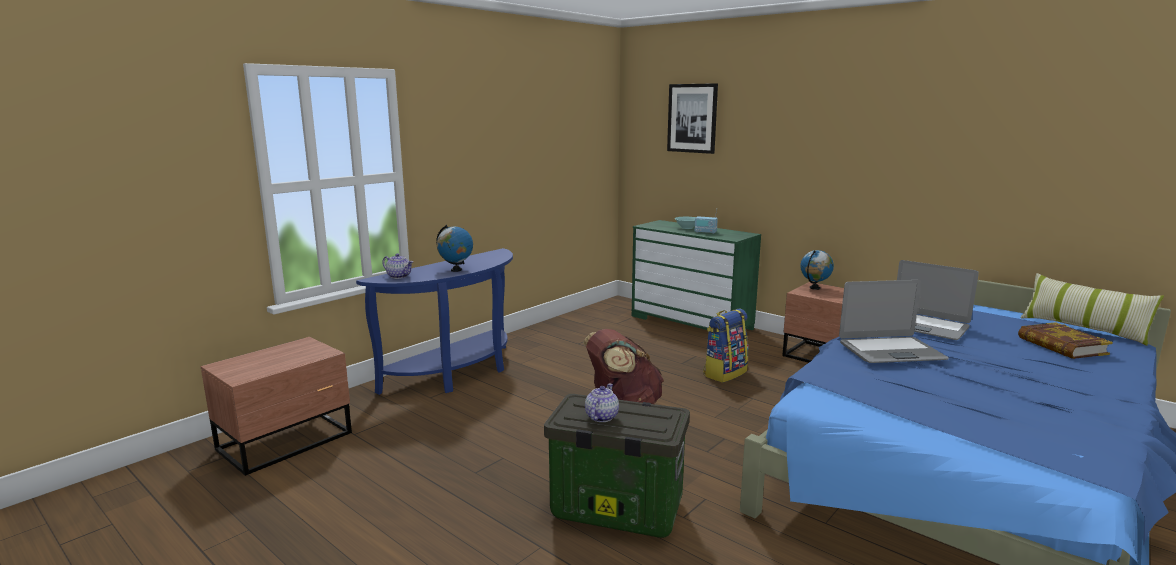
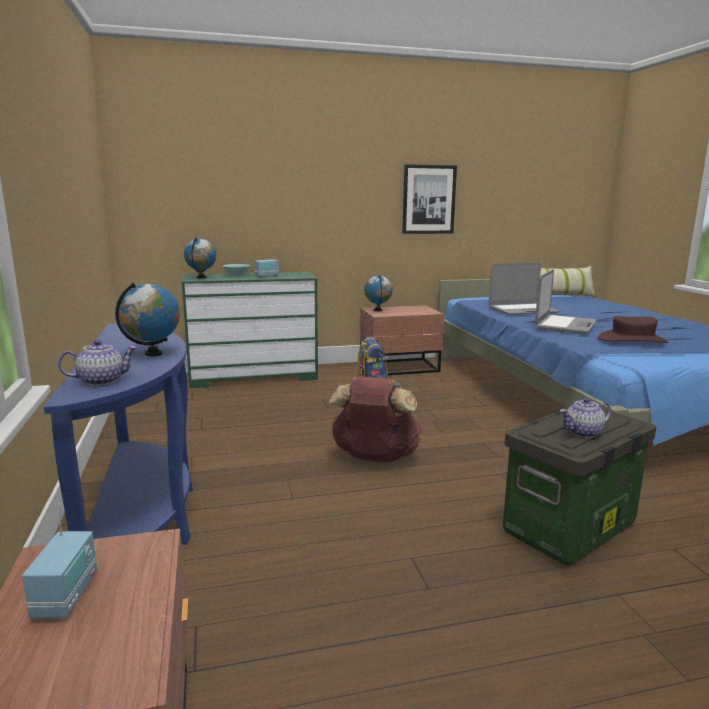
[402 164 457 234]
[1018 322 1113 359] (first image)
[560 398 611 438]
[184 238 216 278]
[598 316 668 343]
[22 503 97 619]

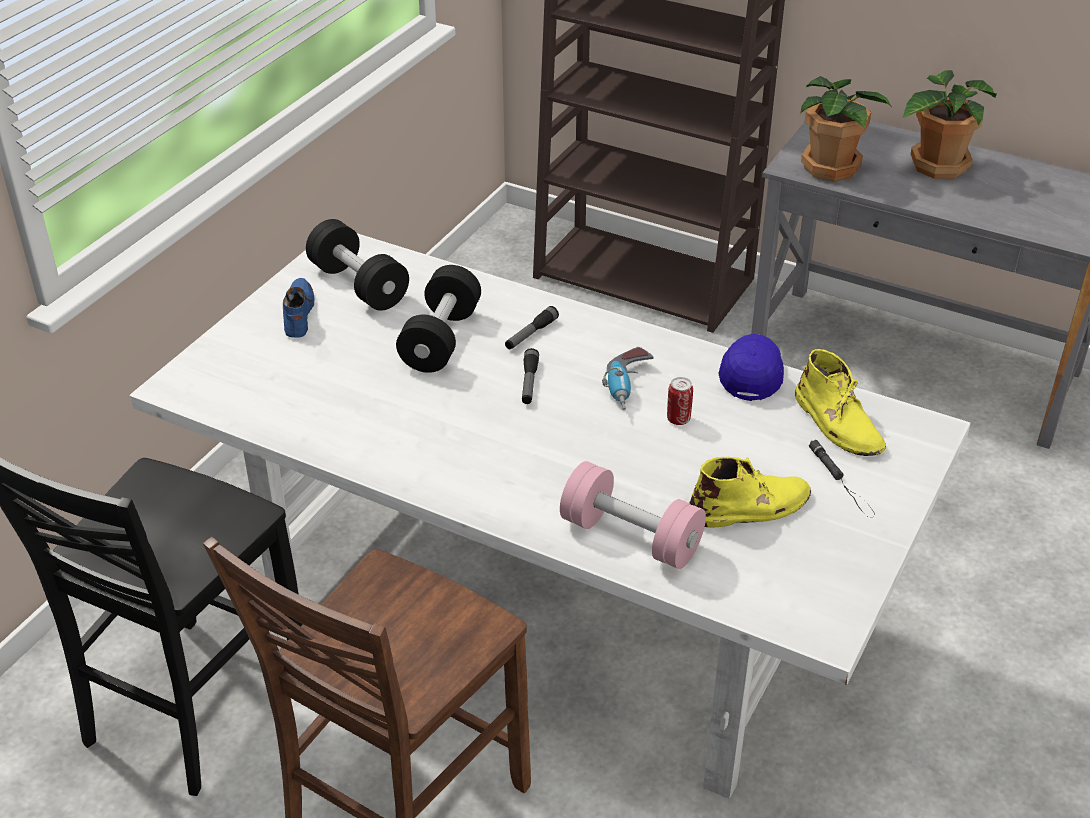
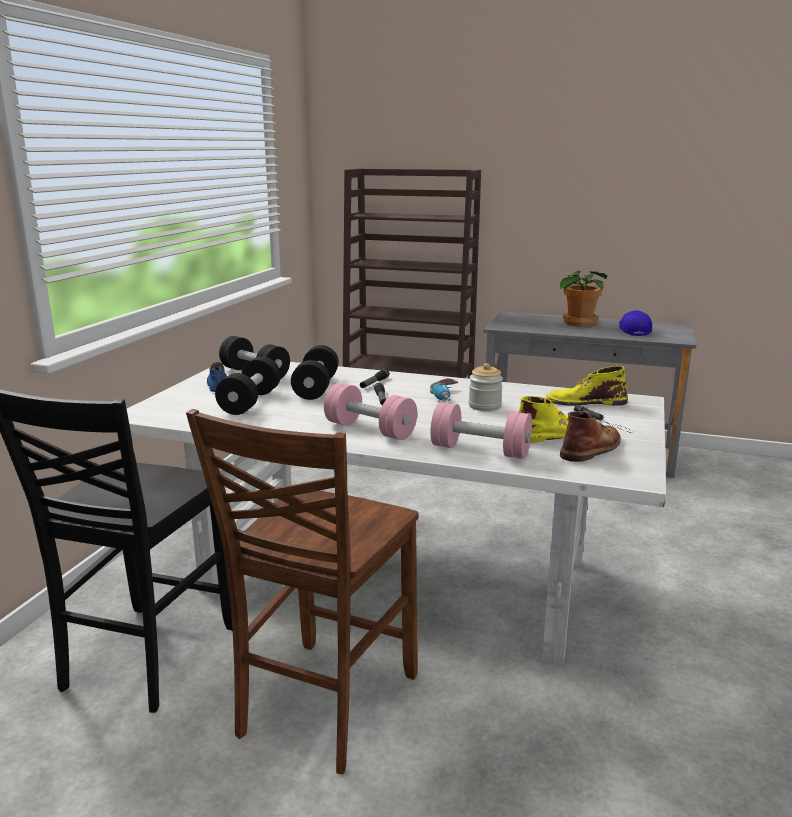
[800 76 892 182] (first image)
[619 310 652 336]
[546 366 628 406]
[469 363 503 411]
[215 356 281 415]
[324 383 417 440]
[560 411 621 462]

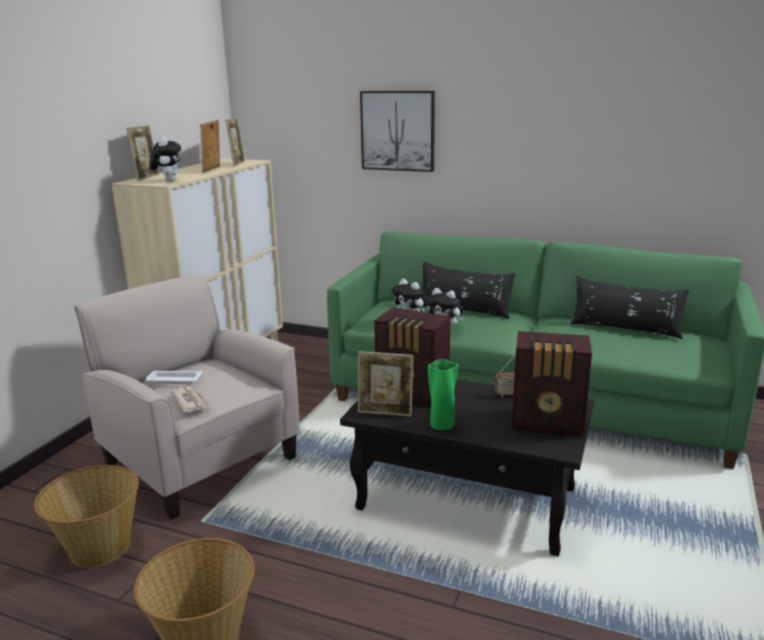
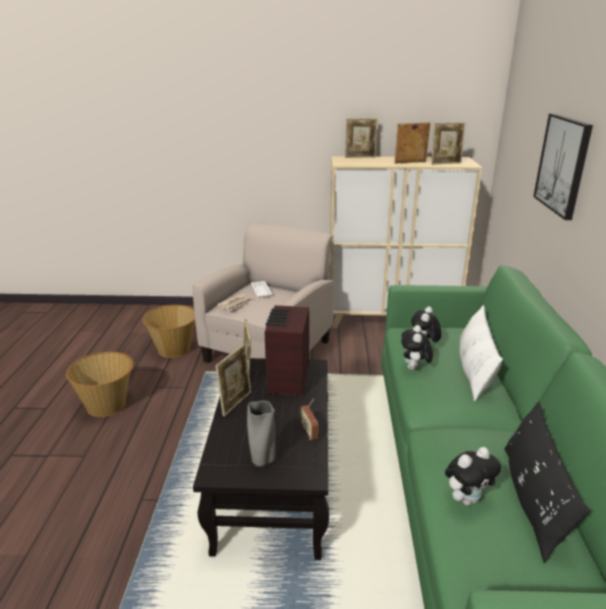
[445 447 501 505]
[460 305 503 401]
[247 401 276 467]
[215 344 251 416]

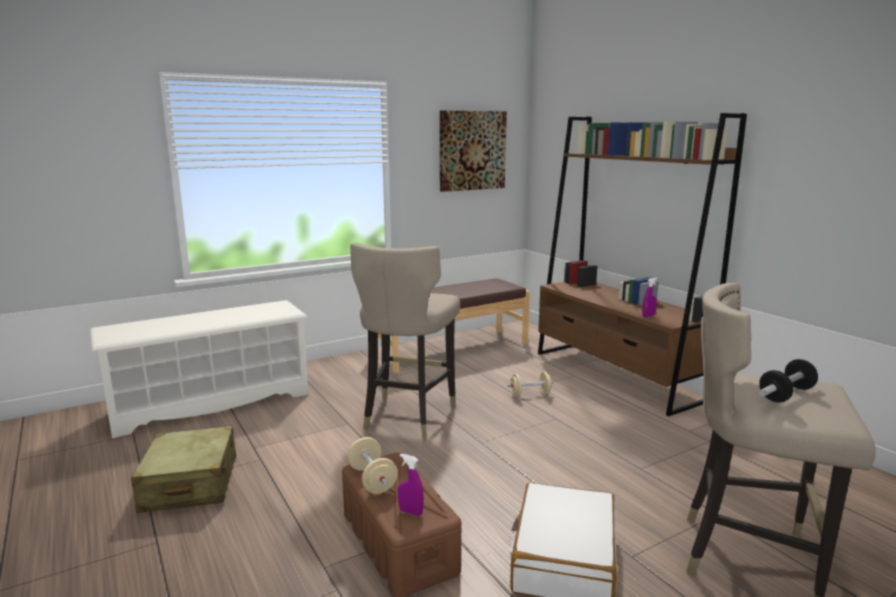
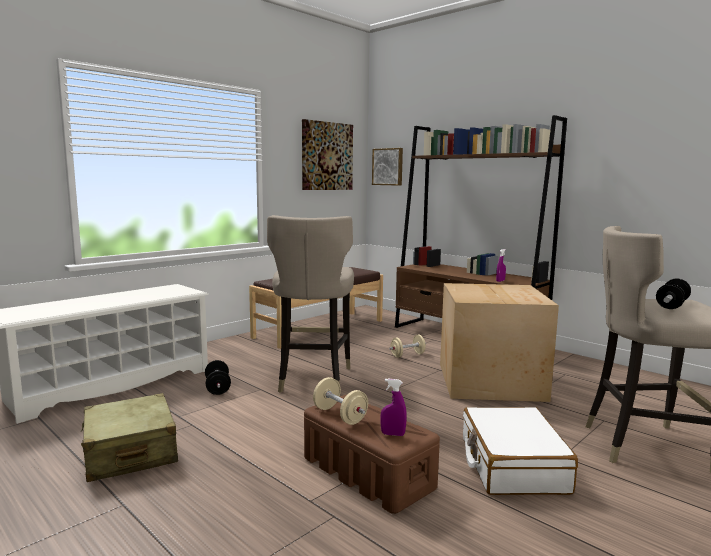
[372 148 403 186]
[440 283 559 402]
[205 360 231 395]

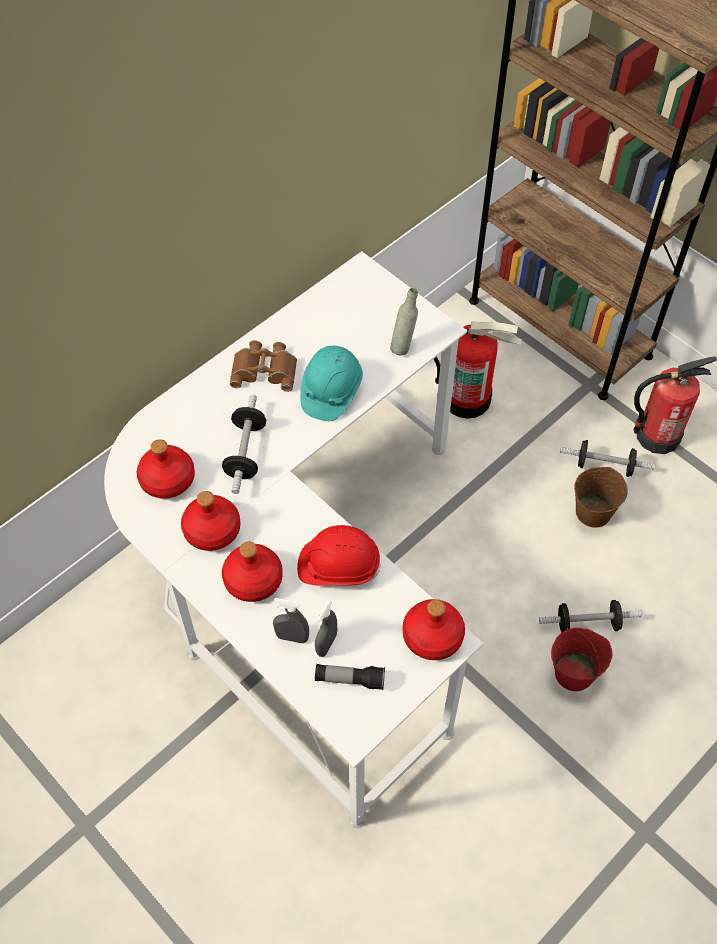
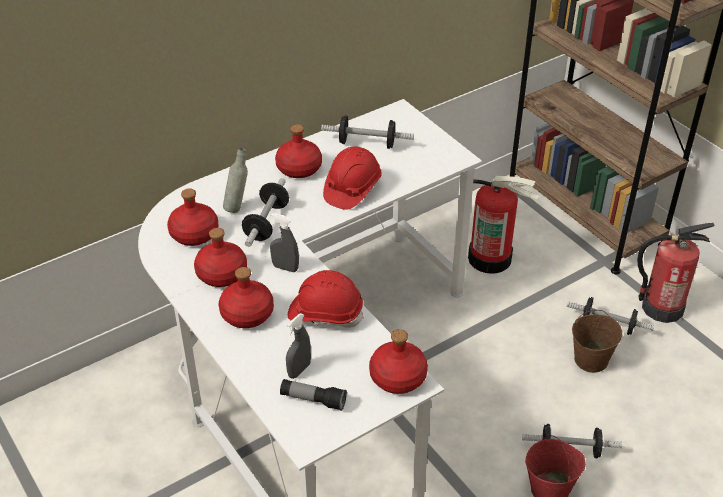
[223 148 248 213]
[275 124 322 178]
[323 146 382 210]
[270 213 299 272]
[321 116 414 149]

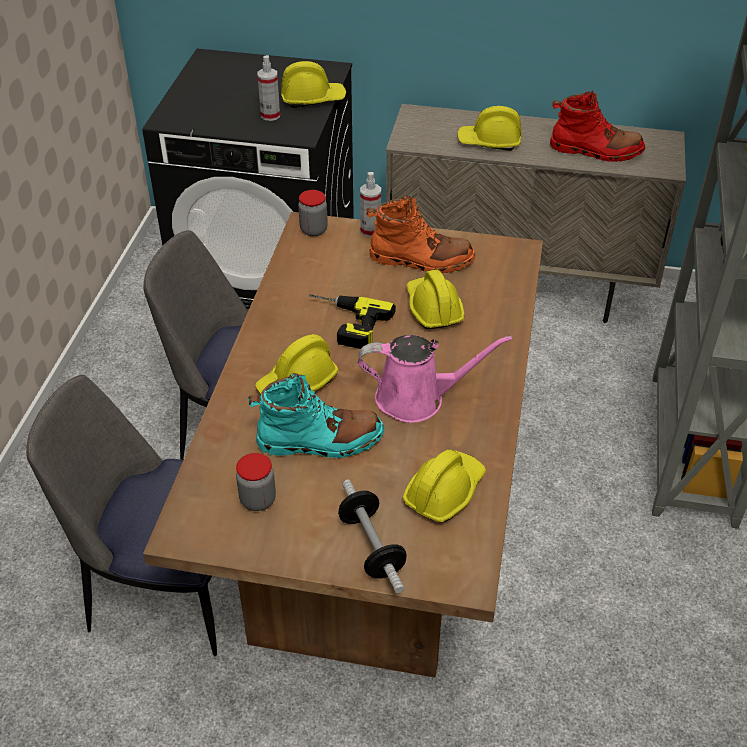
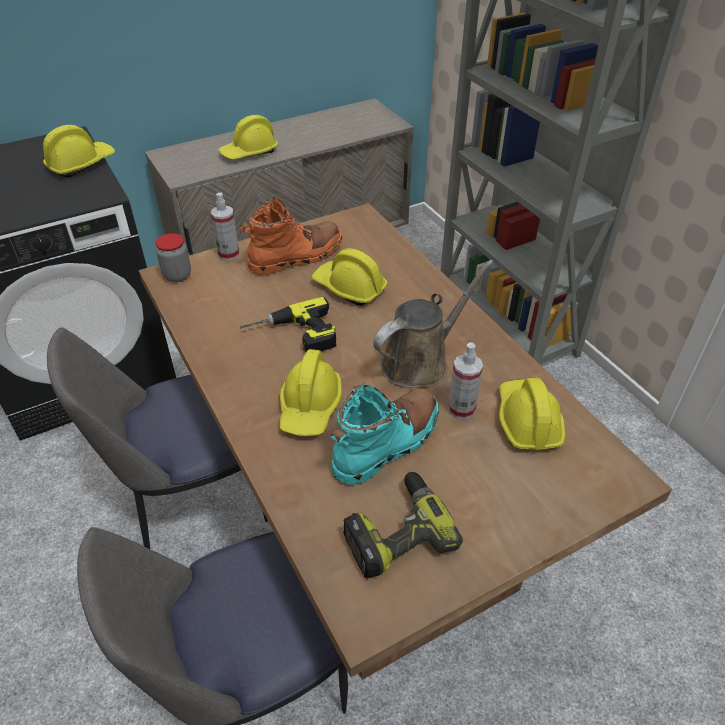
[448 342 483 419]
[550 91 645 162] (first image)
[373 260 494 388]
[343 472 463 578]
[338 480 407 593] (first image)

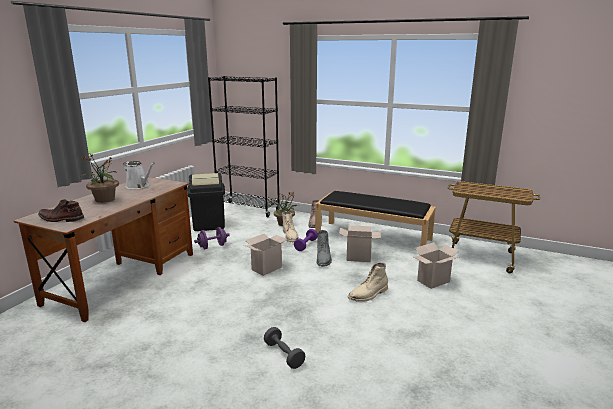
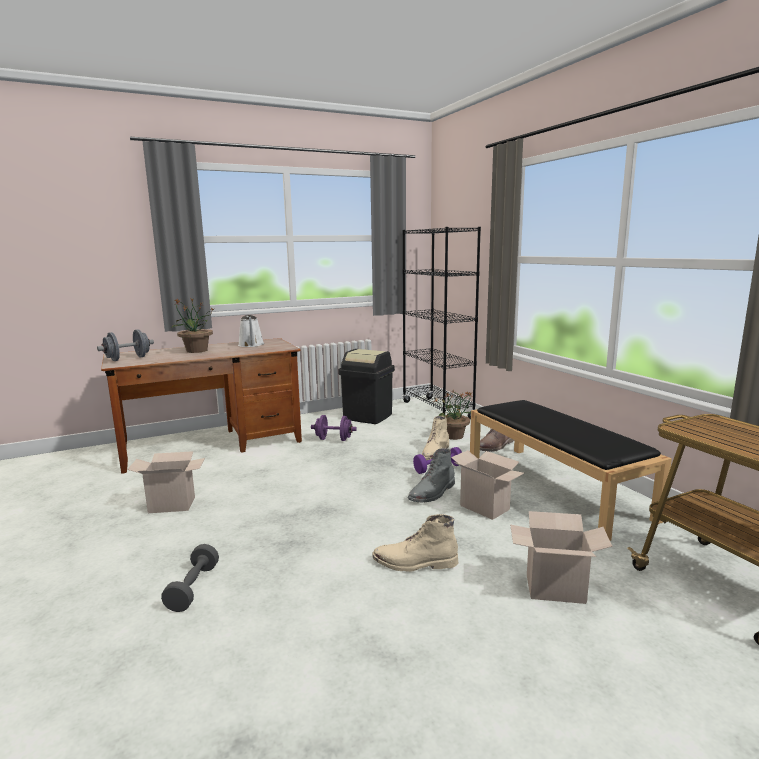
[97 329 154 361]
[127 451 205 513]

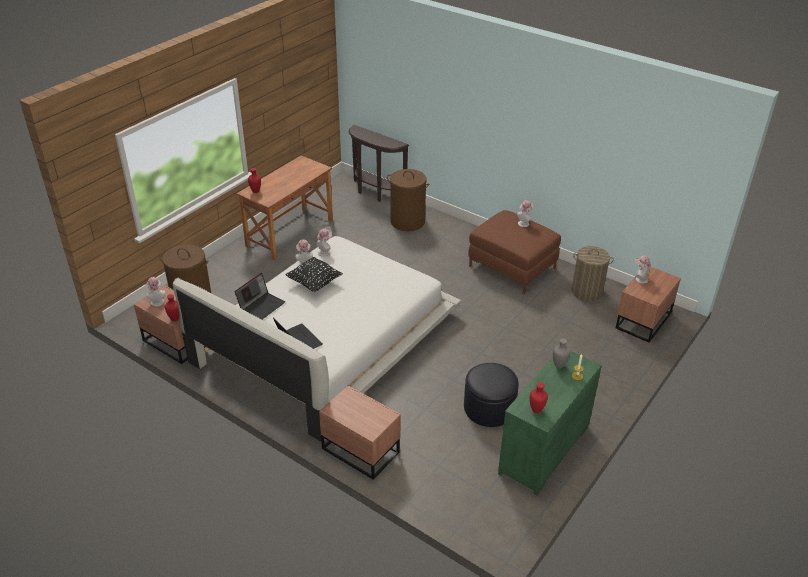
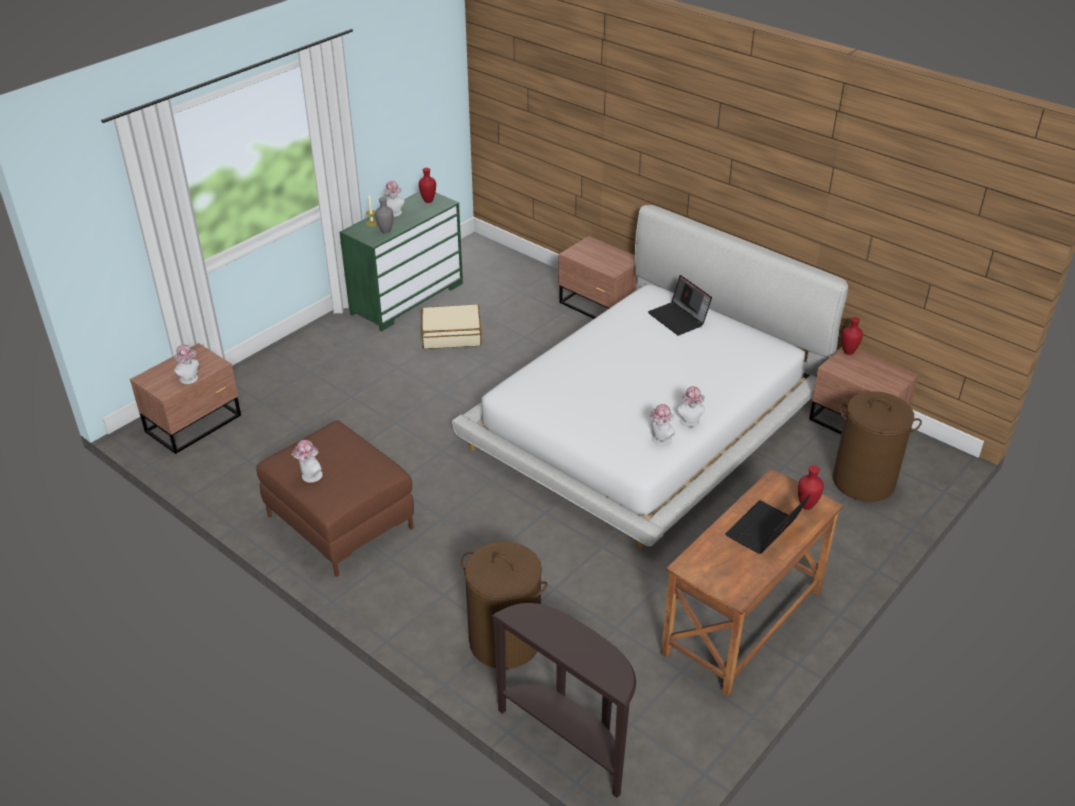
[571 246 614 301] (first image)
[285 257 343 292] (first image)
[725 494 810 554]
[383 181 405 217]
[421 304 482 349]

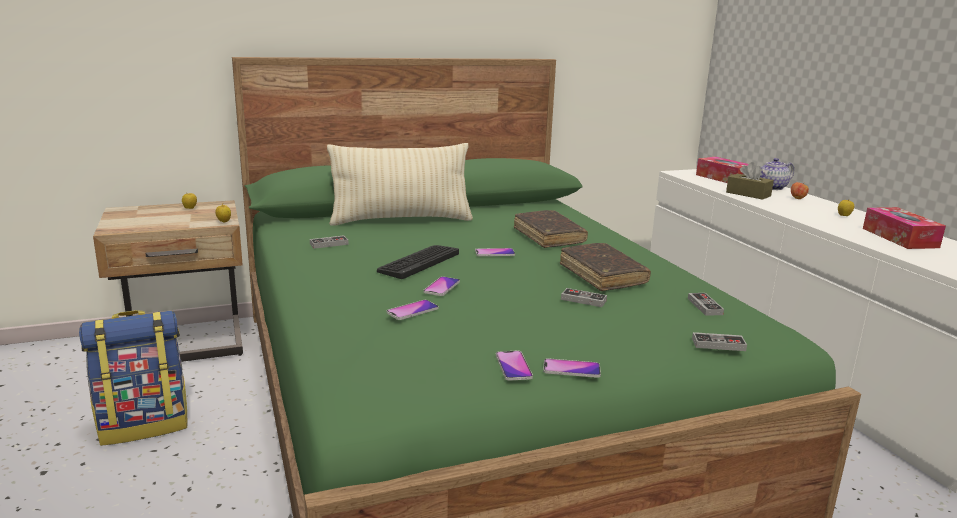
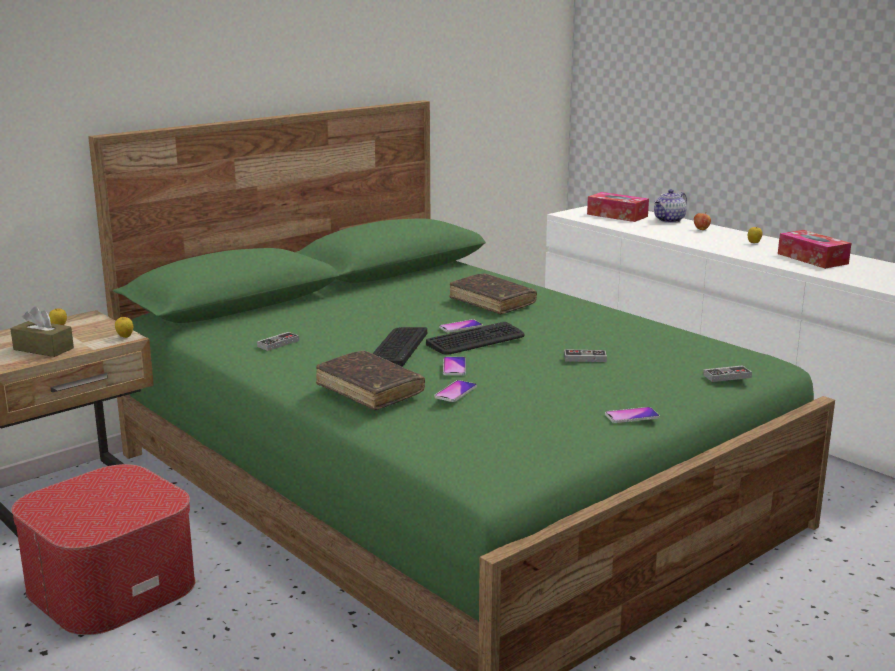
[327 143 473 226] (first image)
[10 306 74 357]
[316 351 425 410]
[688 293 724 316] (first image)
[11 464 195 635]
[496 351 533 381] (first image)
[426 322 525 355]

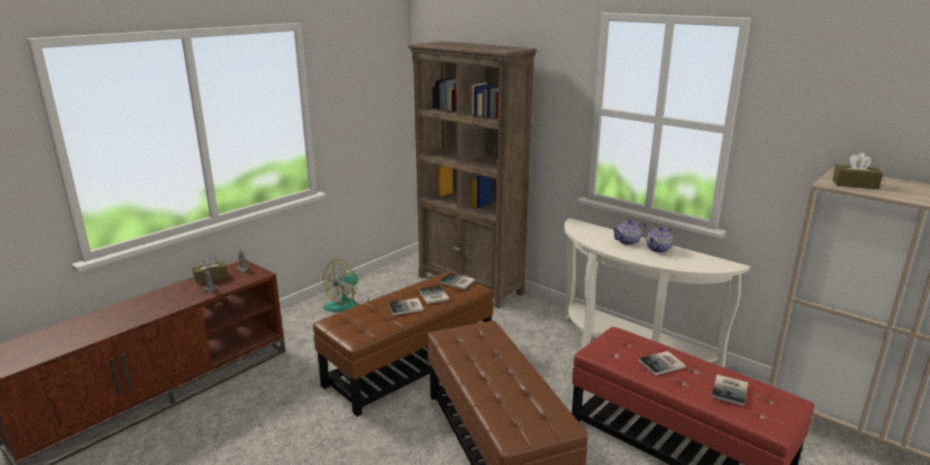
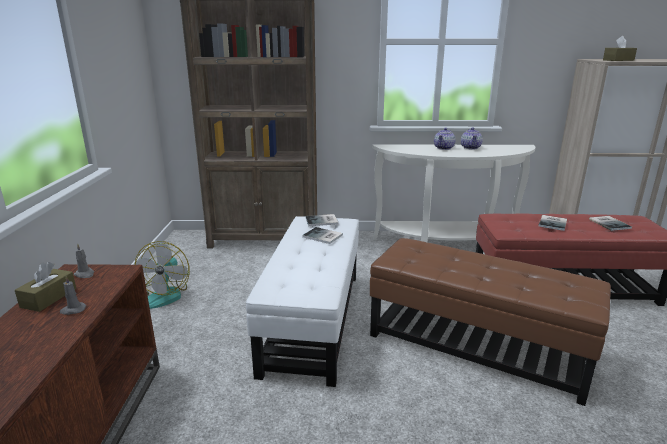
[246 216 359 387]
[388 298 424 315] (first image)

